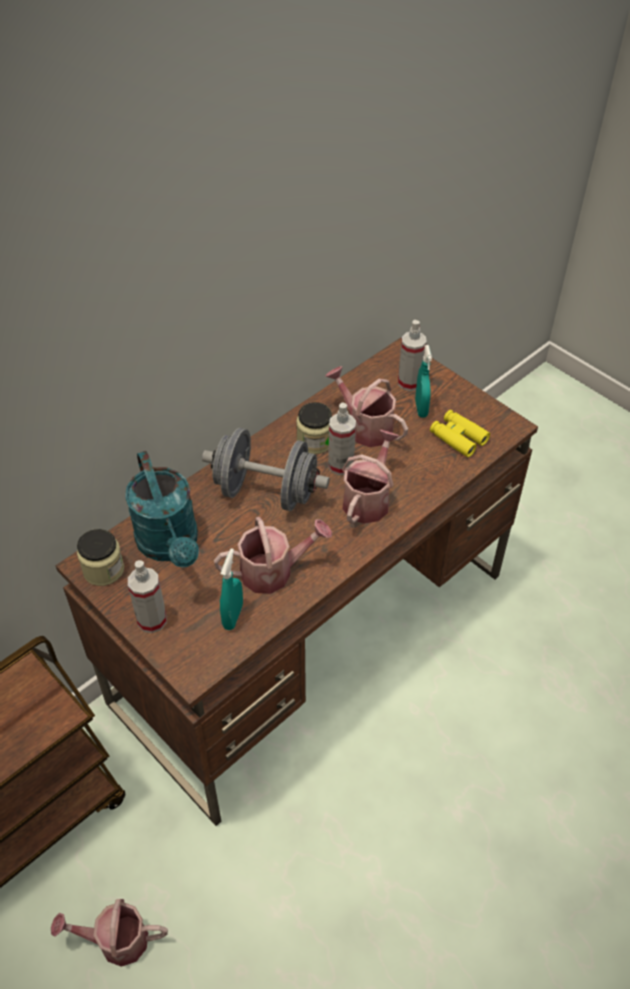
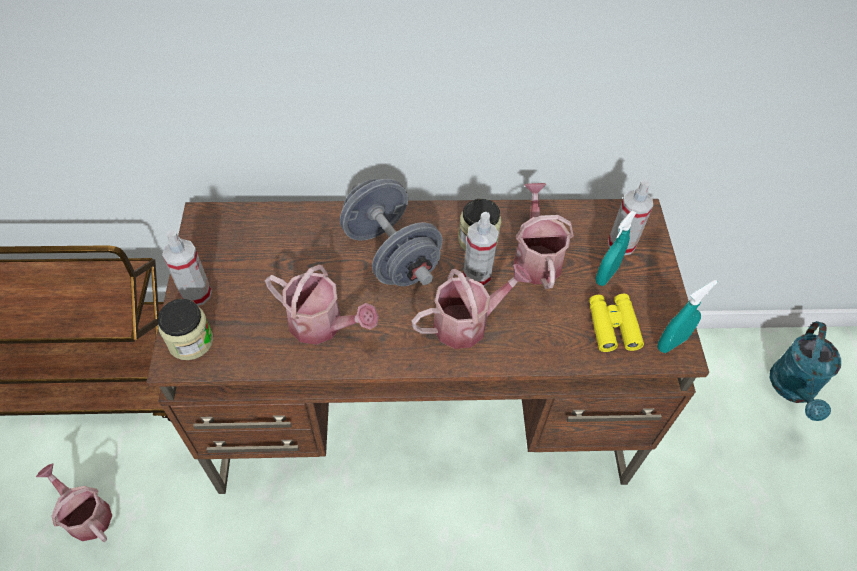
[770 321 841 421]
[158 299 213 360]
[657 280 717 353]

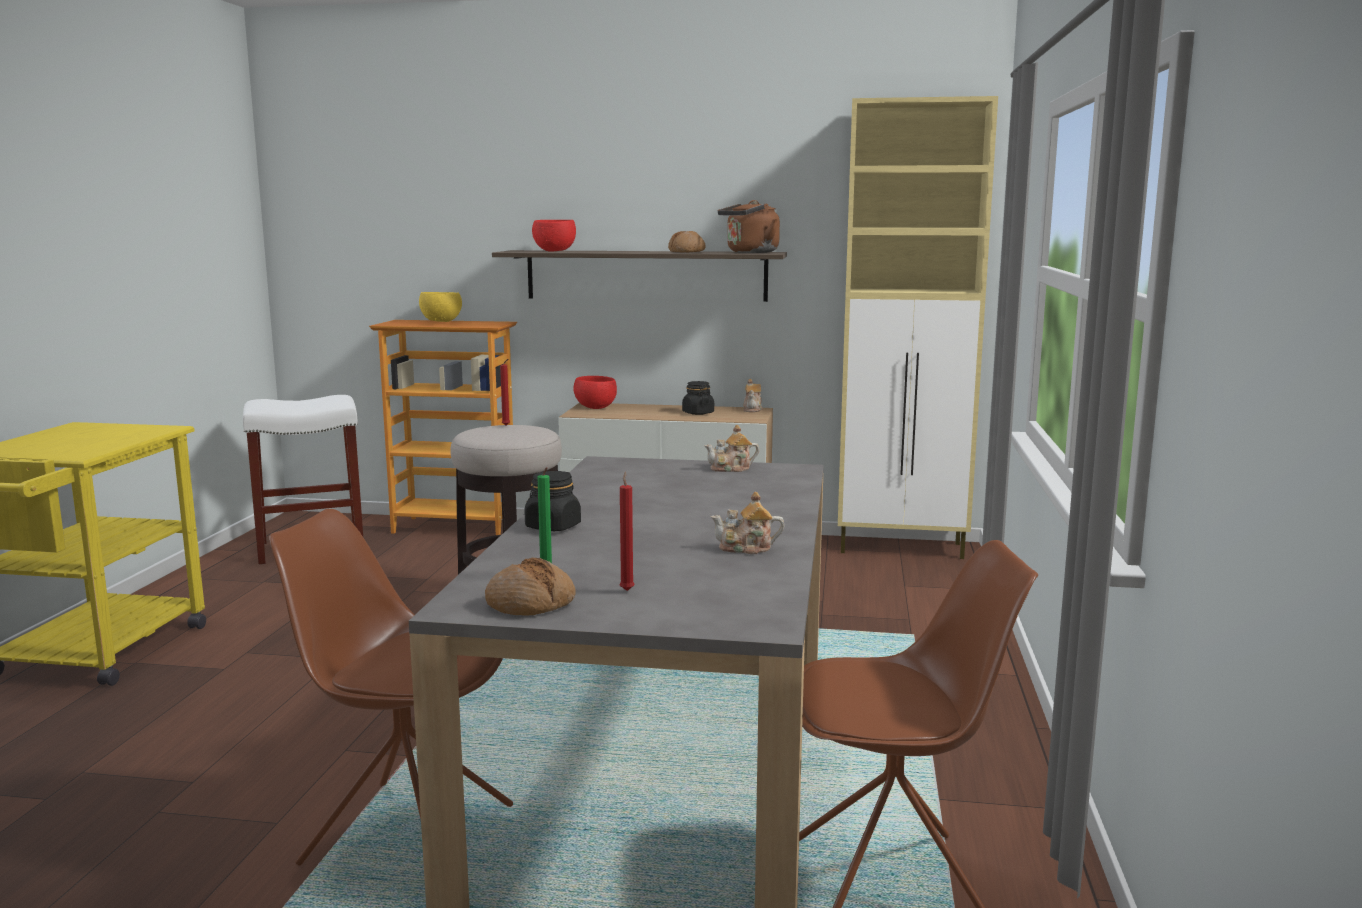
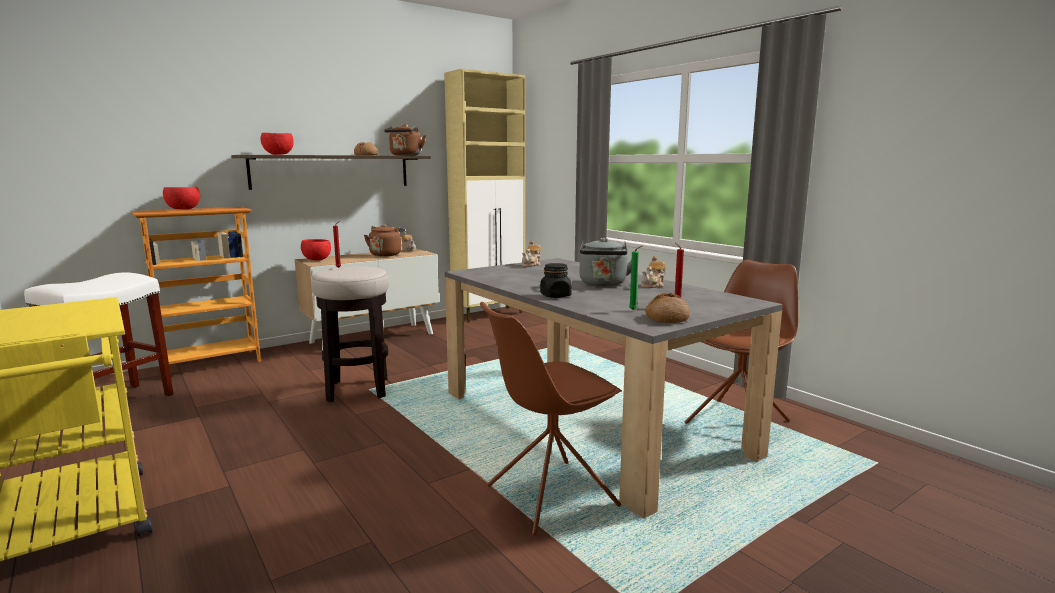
[163 187 200 210]
[364 224 405 256]
[579 238 632 286]

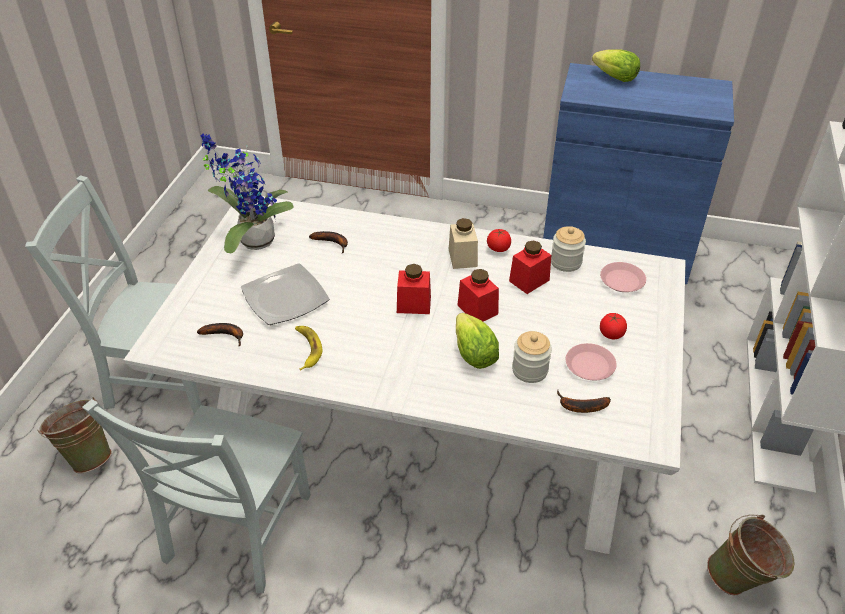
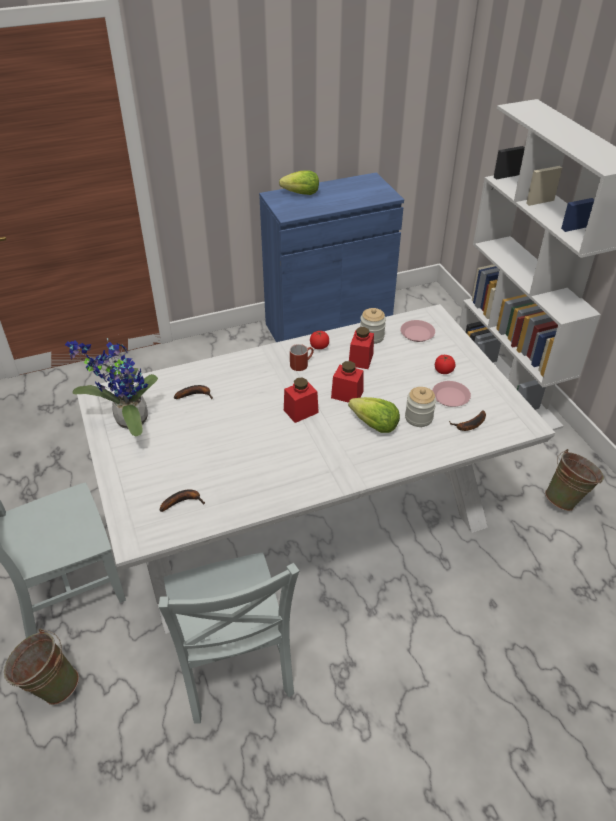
[290 344 314 371]
[241 263 330 325] (first image)
[295 326 323 371] (first image)

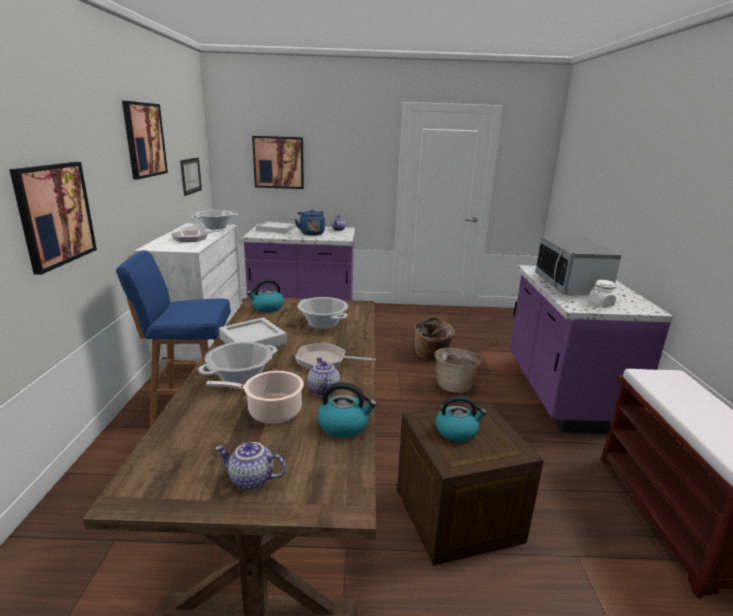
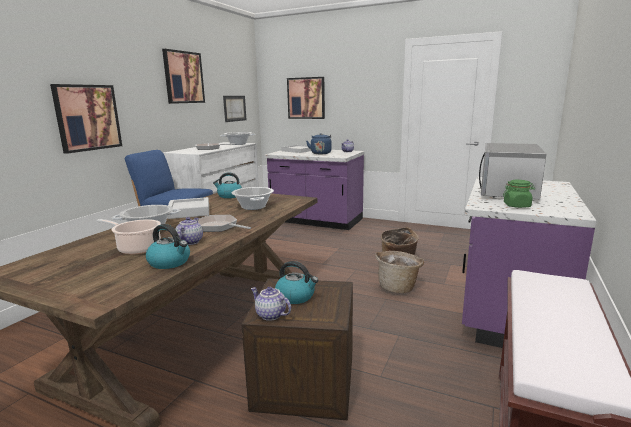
[503 180 535 208]
[251 287 291 321]

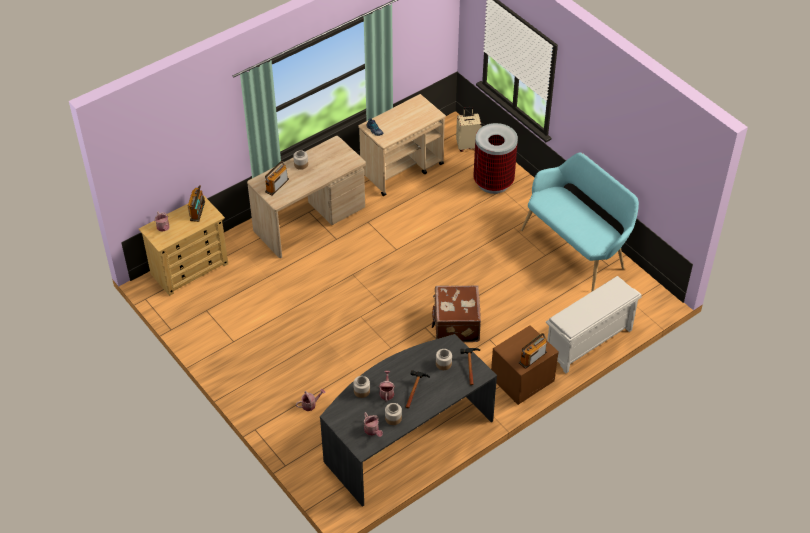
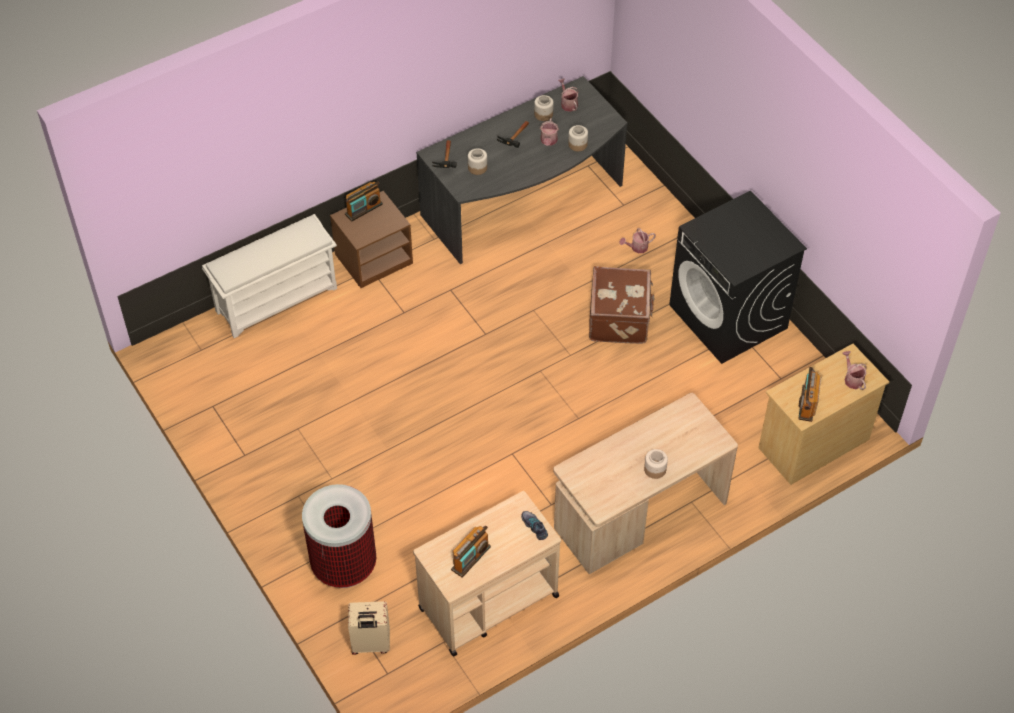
[521 153 639 292] (first image)
[451 526 491 578]
[589 266 654 344]
[669 191 807 364]

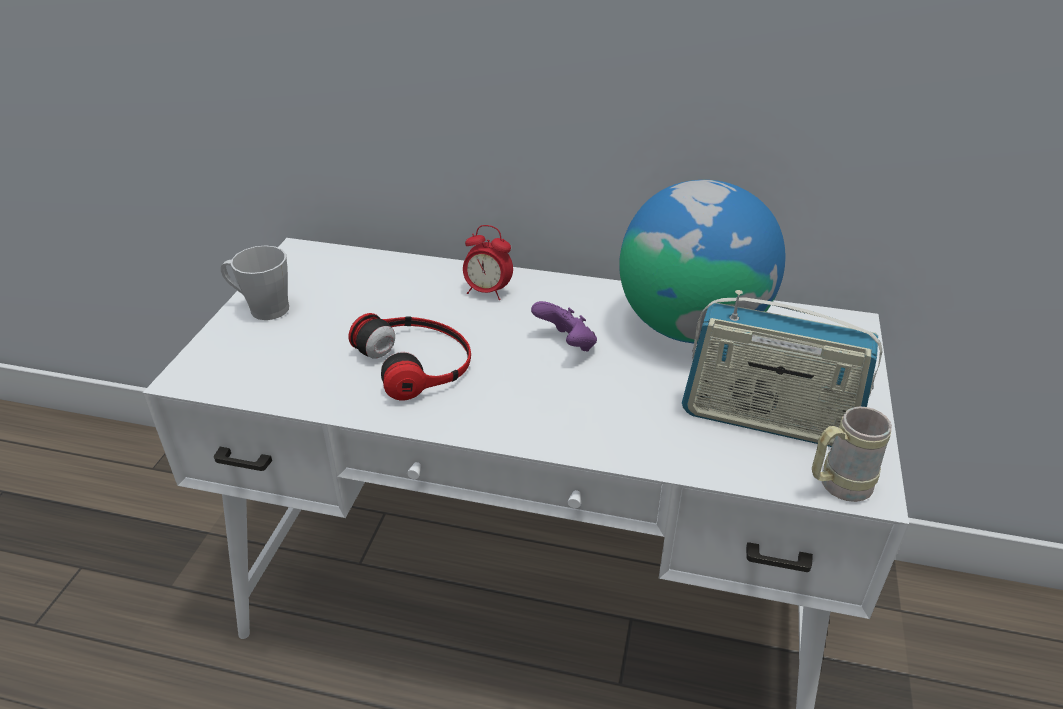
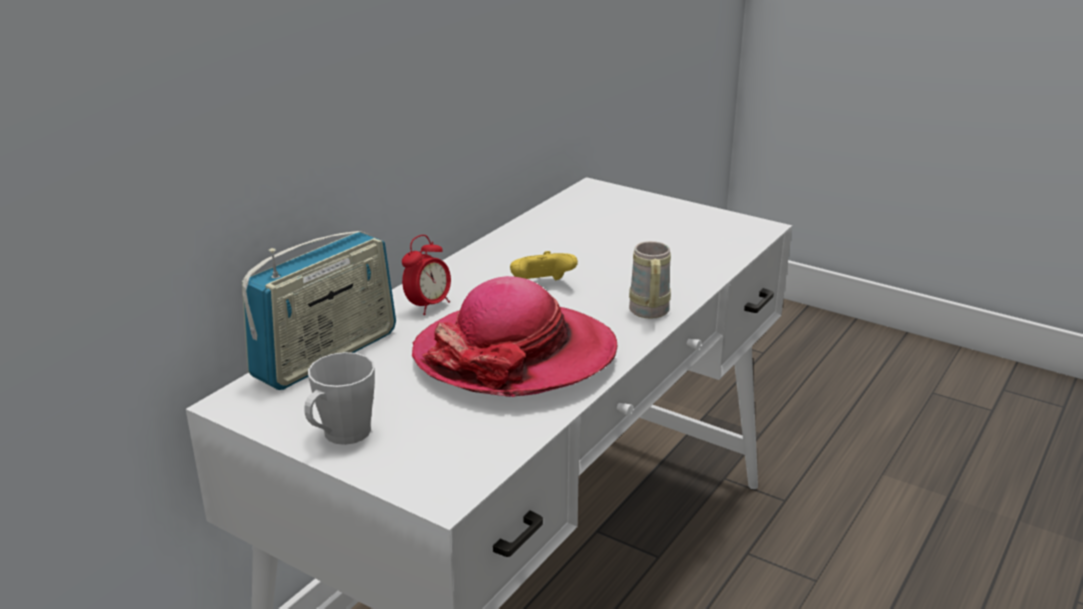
[619 180 785 343] (first image)
[242 231 396 390]
[510 251 578 280]
[412 276 617 397]
[629 241 671 319]

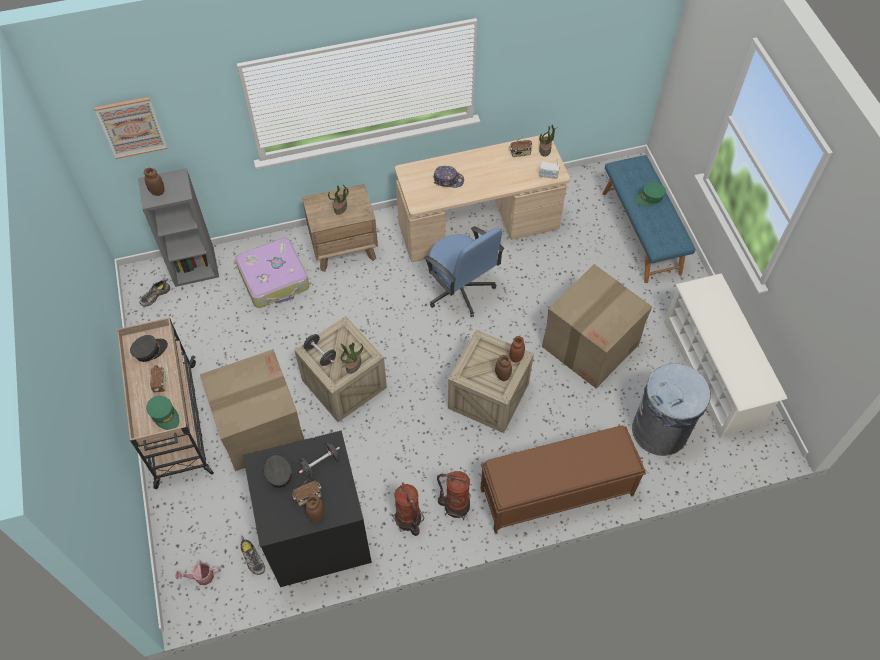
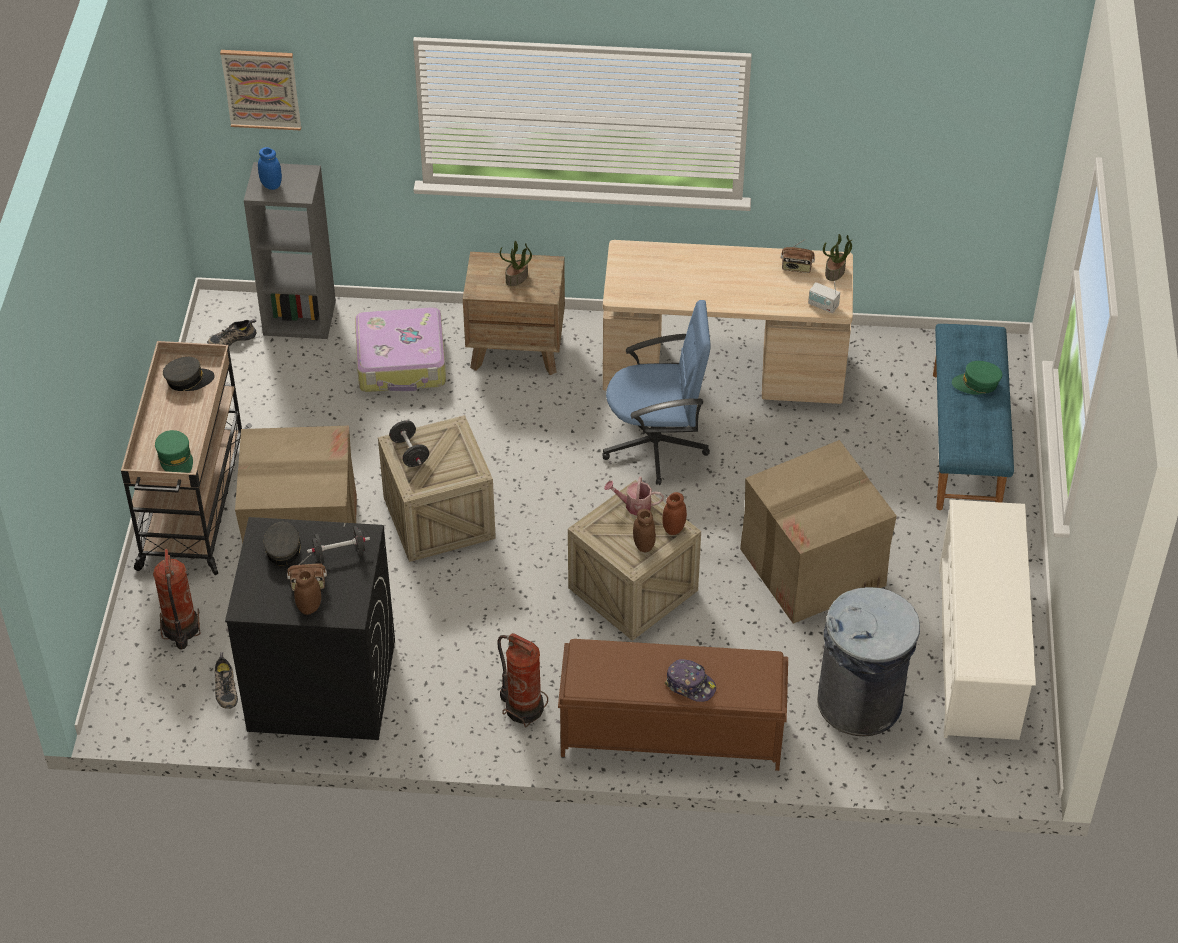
[664 659 716 702]
[258 147 282 190]
[602 300 711 485]
[341 343 363 374] (first image)
[149 365 166 393] (first image)
[153 549 201 649]
[604 477 664 516]

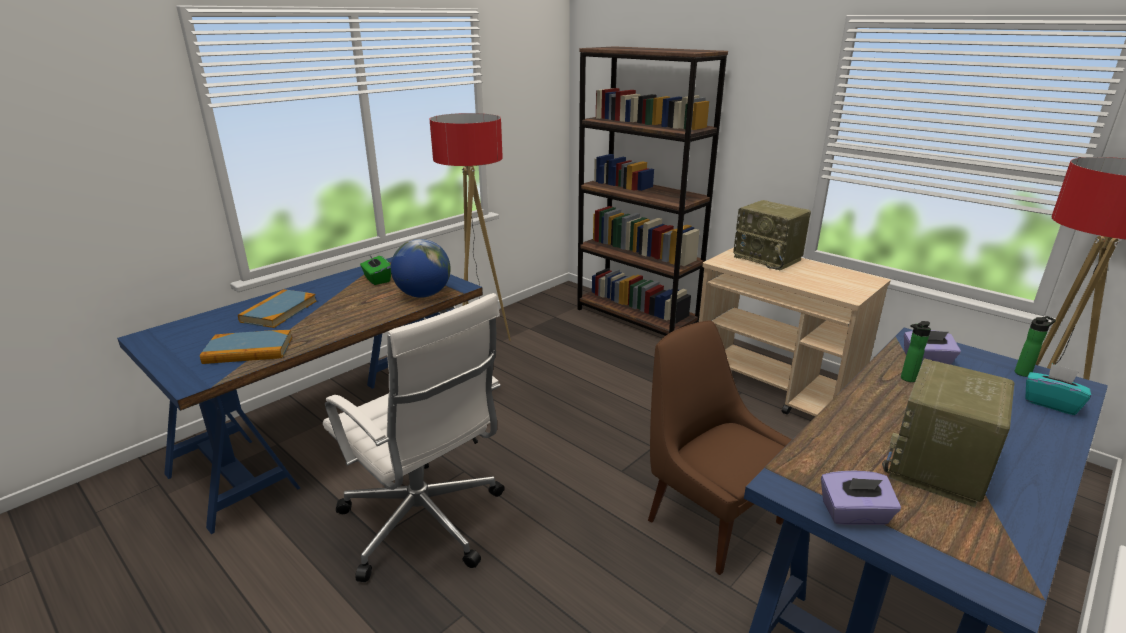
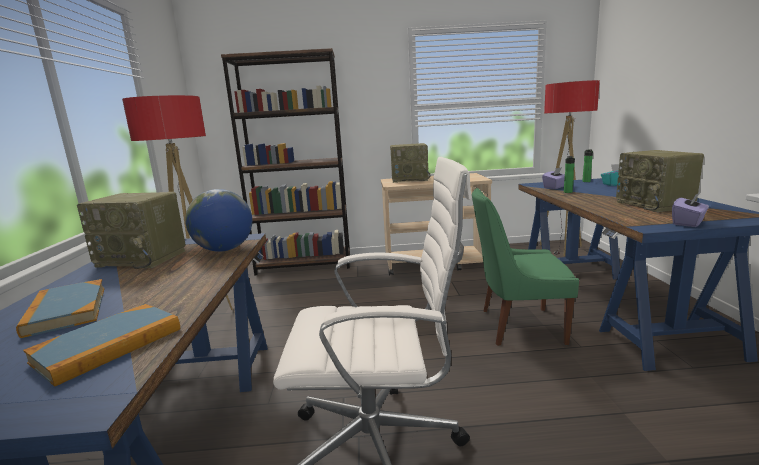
[77 192 186 269]
[472 188 579 346]

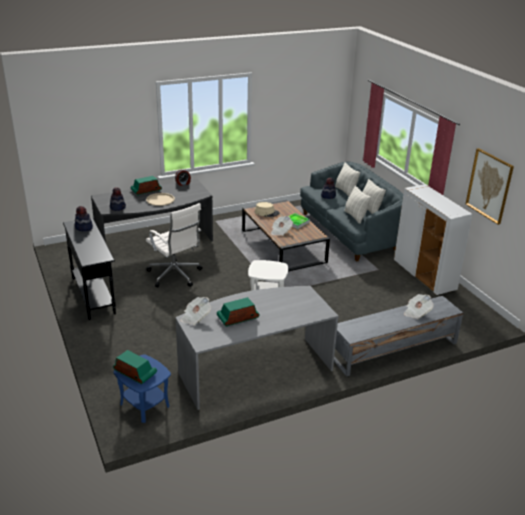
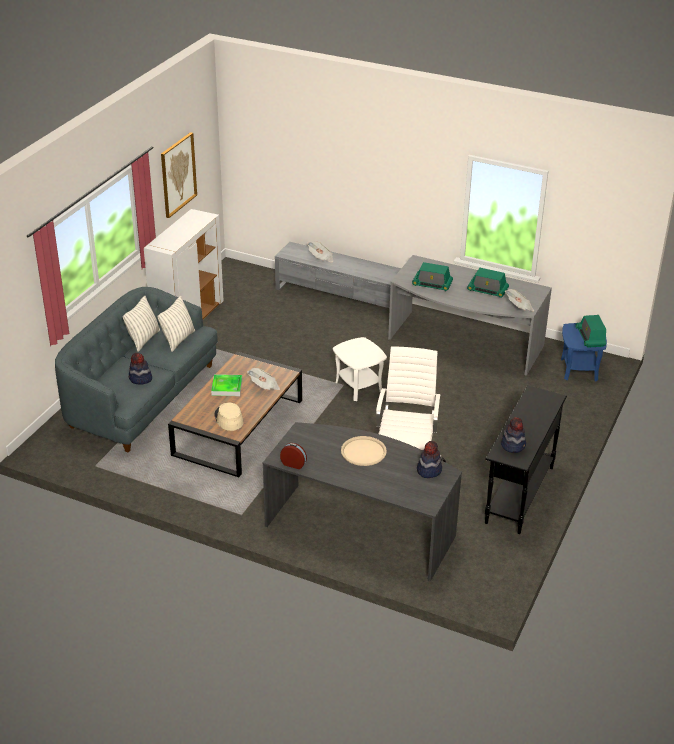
[335 163 360 196] (first image)
[412 262 453 291]

